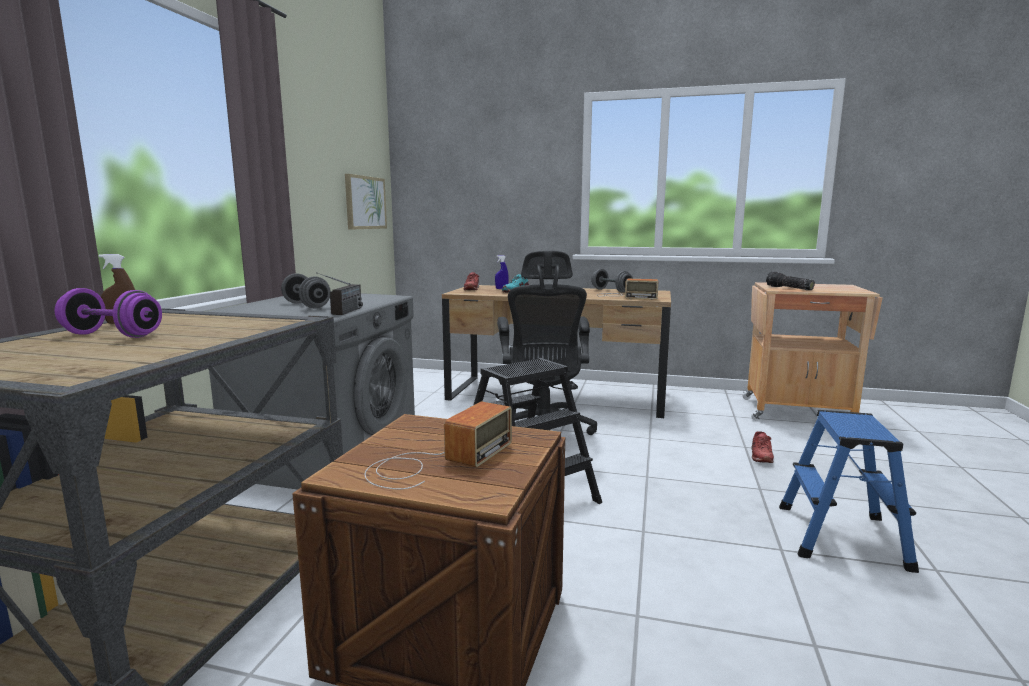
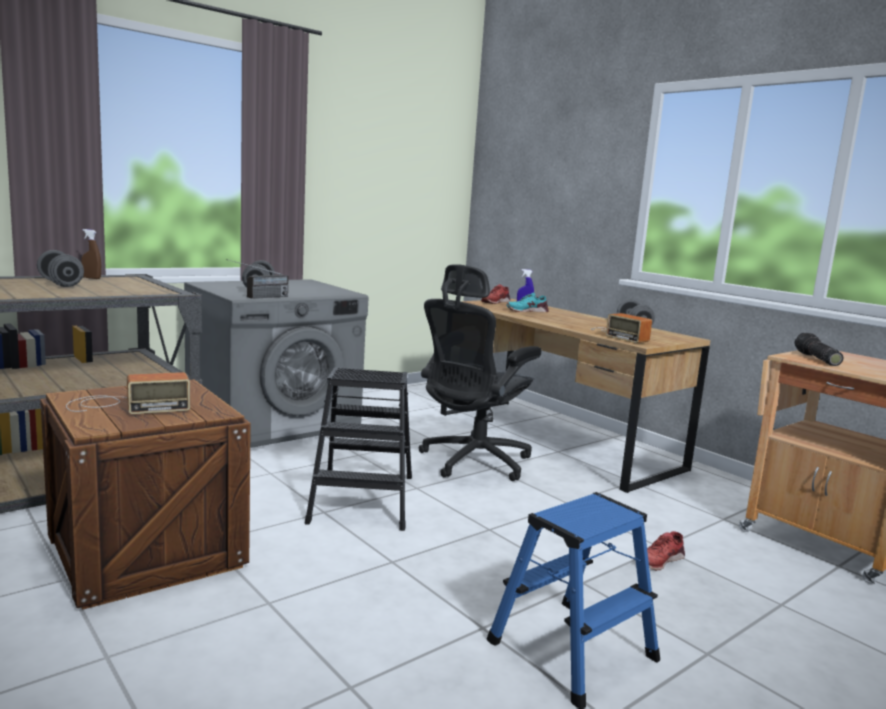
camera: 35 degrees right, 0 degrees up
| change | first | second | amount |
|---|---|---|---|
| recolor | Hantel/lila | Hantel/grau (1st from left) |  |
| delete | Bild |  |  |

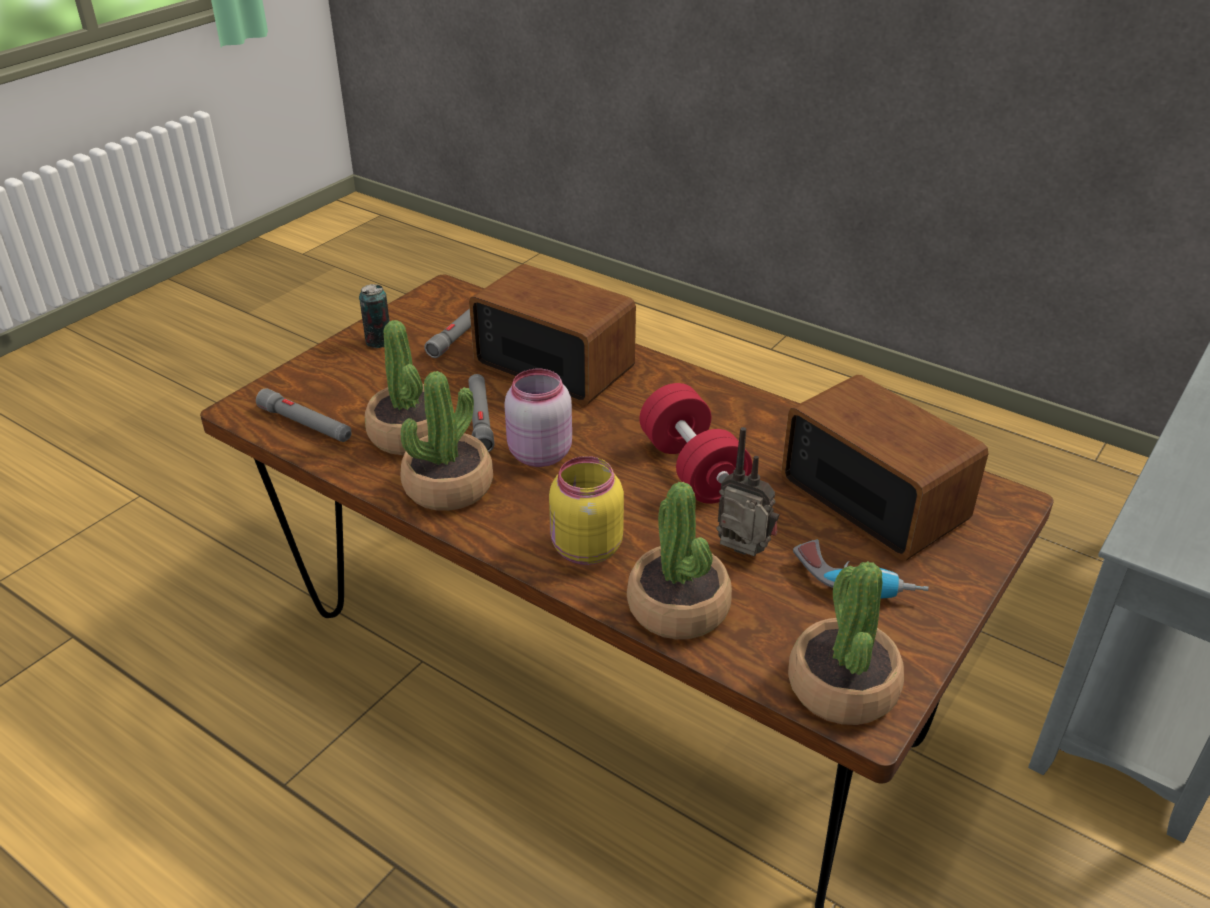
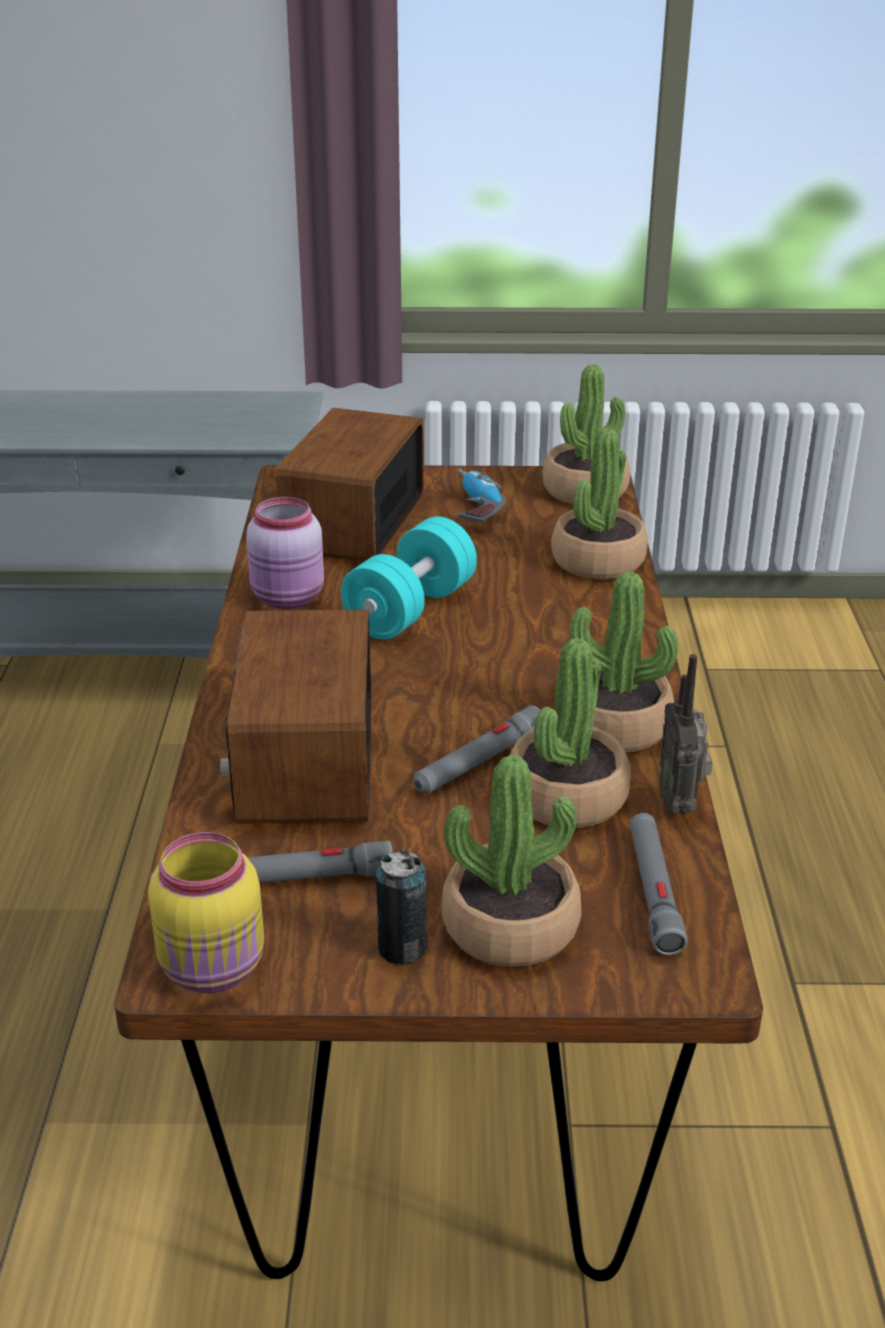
camera: 125 degrees left, 5 degrees down
| change | first | second | amount |
|---|---|---|---|
| move | Vorratsglas/gelb |  |  |
| move | Vorratsglas/rosa |  |  |
| recolor | Hantel/rot | Hantel/türkis |  |
| insert |  | Topfpflanze (1st from left) |  |
| move | Radio (2nd from left in the first image) | Radio (3rd from left) |  |

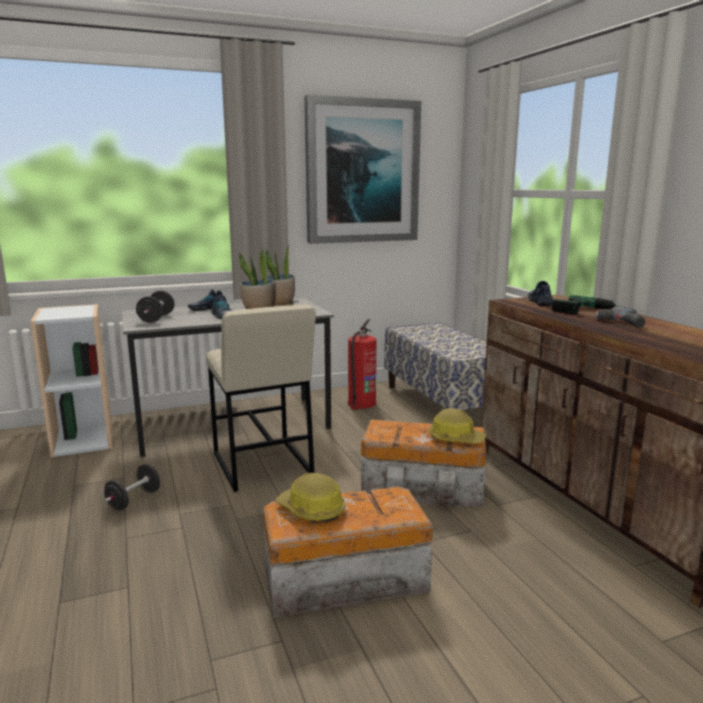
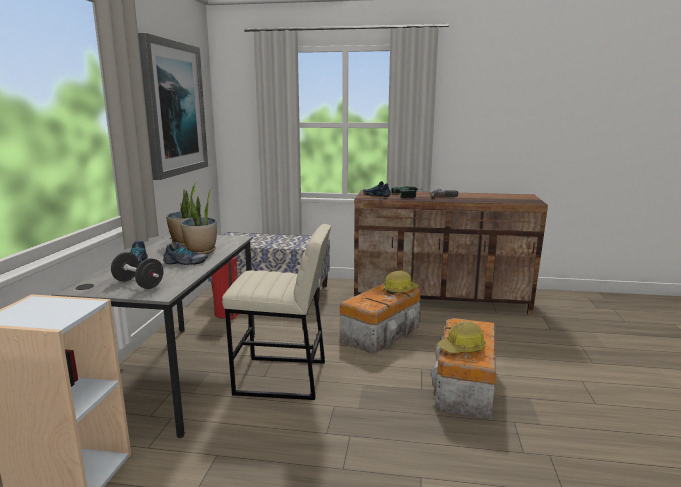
camera: 60 degrees left, 0 degrees up
| change | first | second | amount |
|---|---|---|---|
| delete | Hantel/schwarz (1st from left) |  |  |

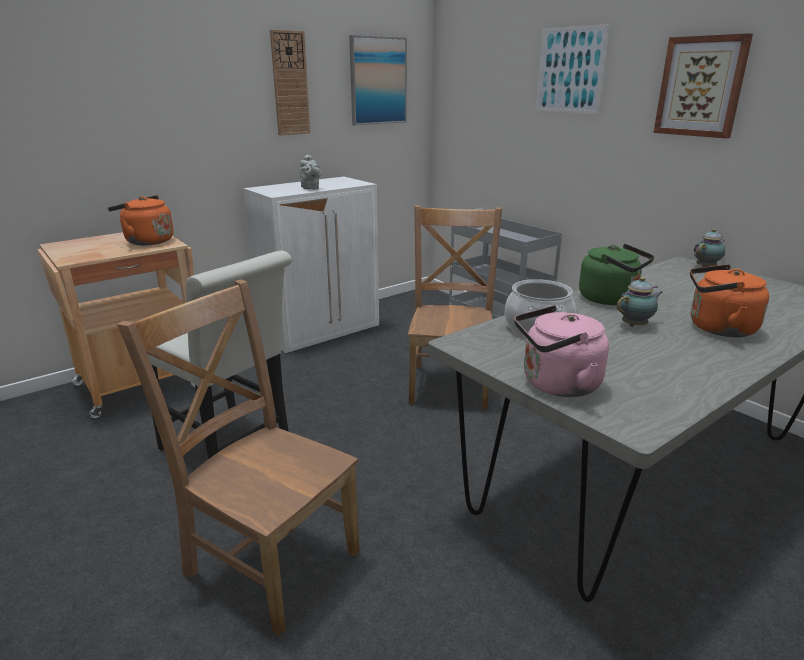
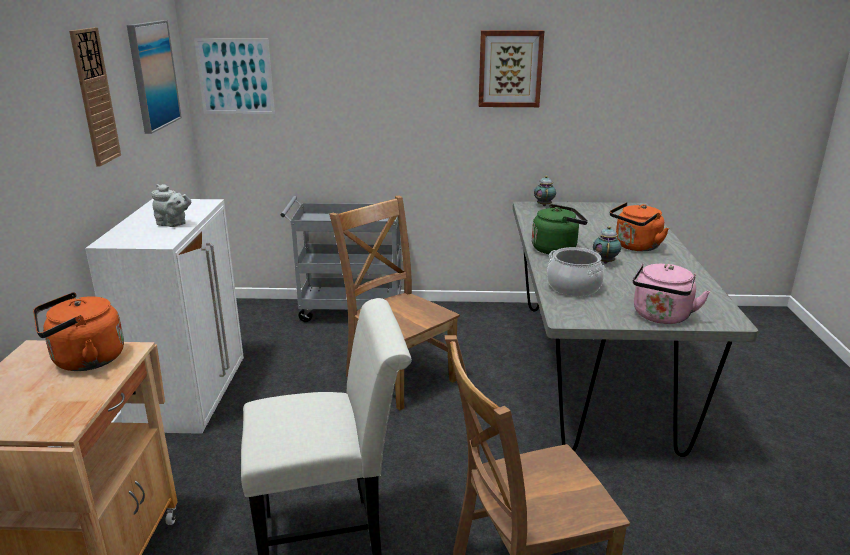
camera: 50 degrees left, 0 degrees up
| change | first | second | amount |
|---|---|---|---|
| move | Bild (2nd from left) |  |  |

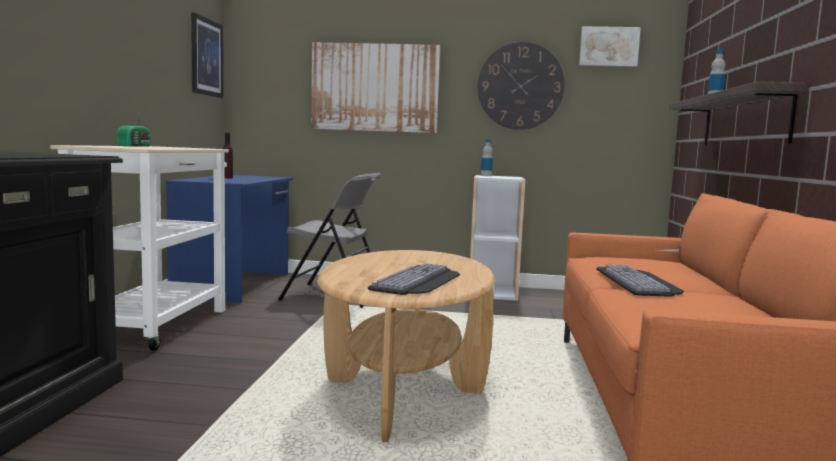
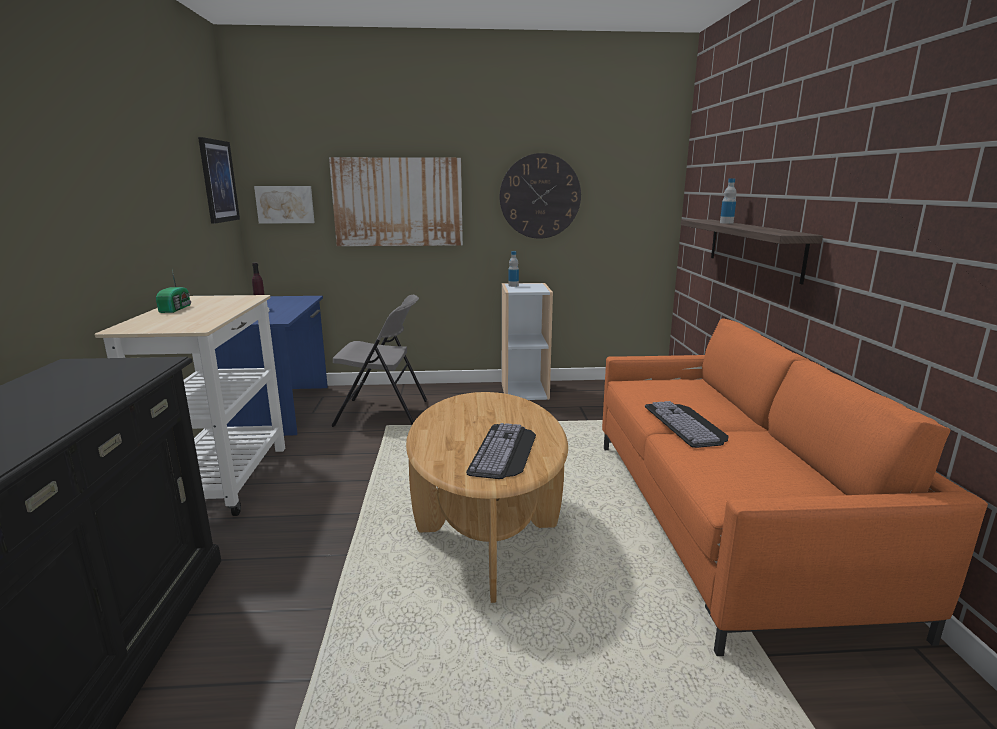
camera: 10 degrees left, 10 degrees up
| change | first | second | amount |
|---|---|---|---|
| move | Bild (3rd from left in the first image) | Bild (2nd from left) |  |

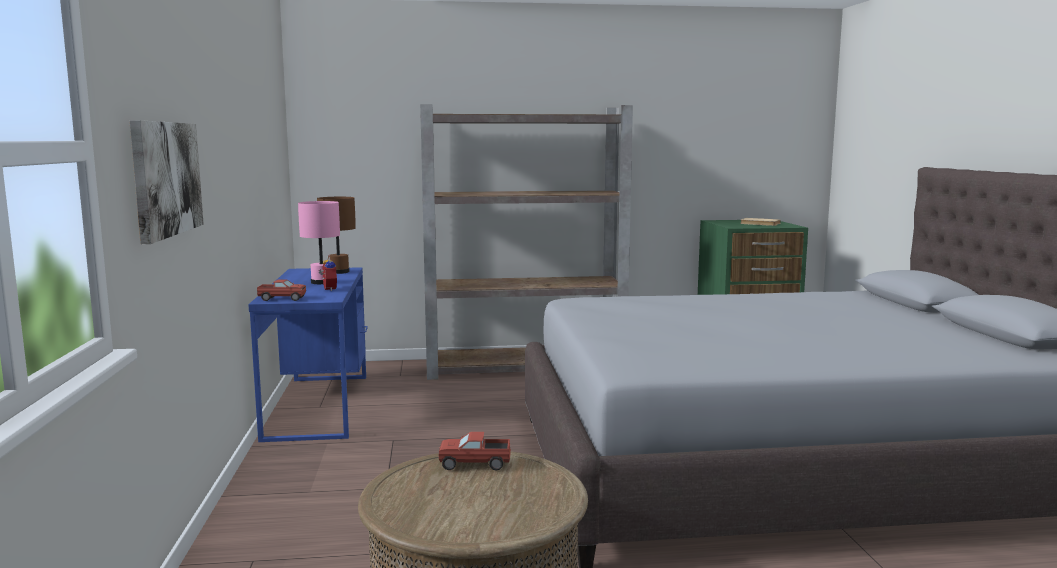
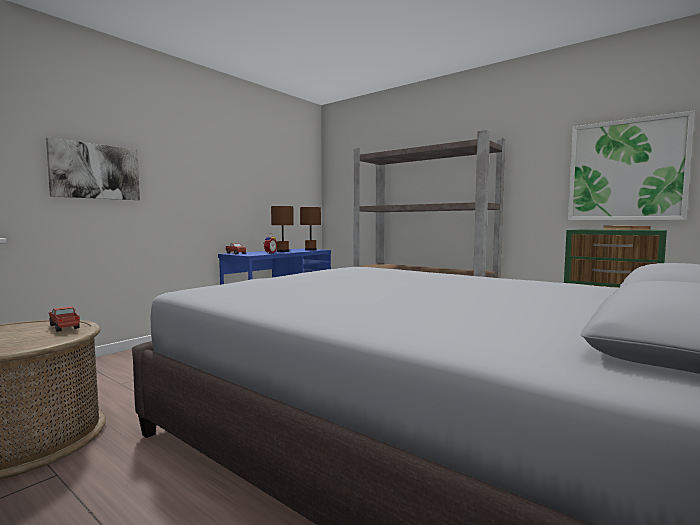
camera: 45 degrees right, 5 degrees down
| change | first | second | amount |
|---|---|---|---|
| recolor | Tischlampe/rosa | Tischlampe/braun (1st from left) |  |
| insert |  | Bild (2nd from left) |  |

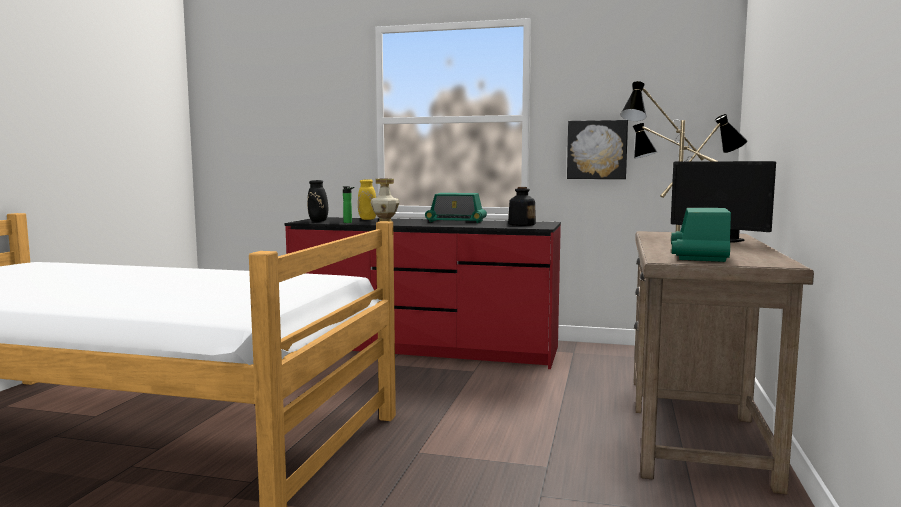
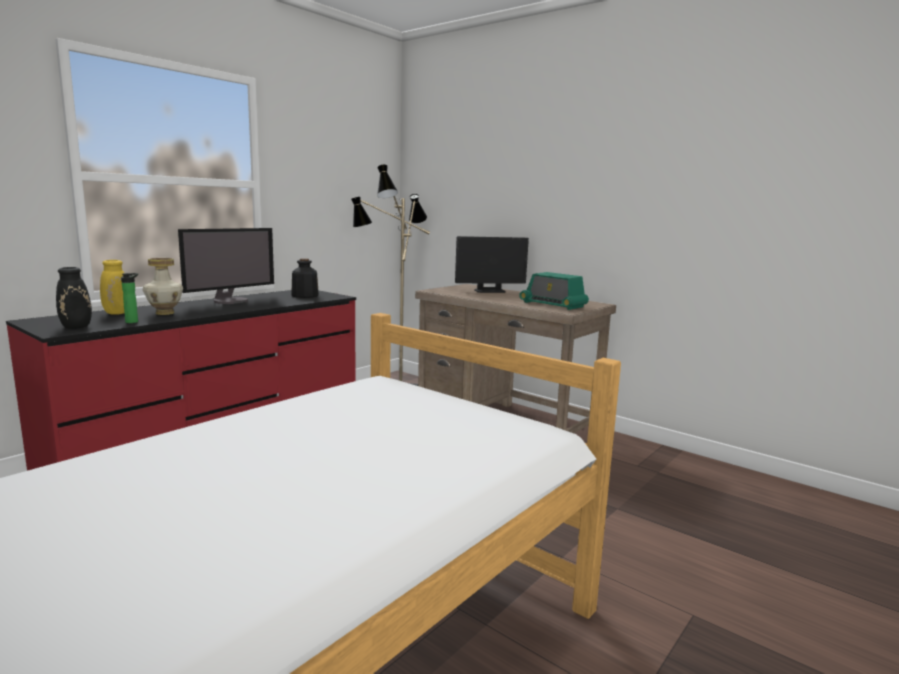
camera: 65 degrees left, 5 degrees up
| change | first | second | amount |
|---|---|---|---|
| replace | Radio (1st from left) | Monitor (1st from left) |  |
| delete | Bild |  |  |

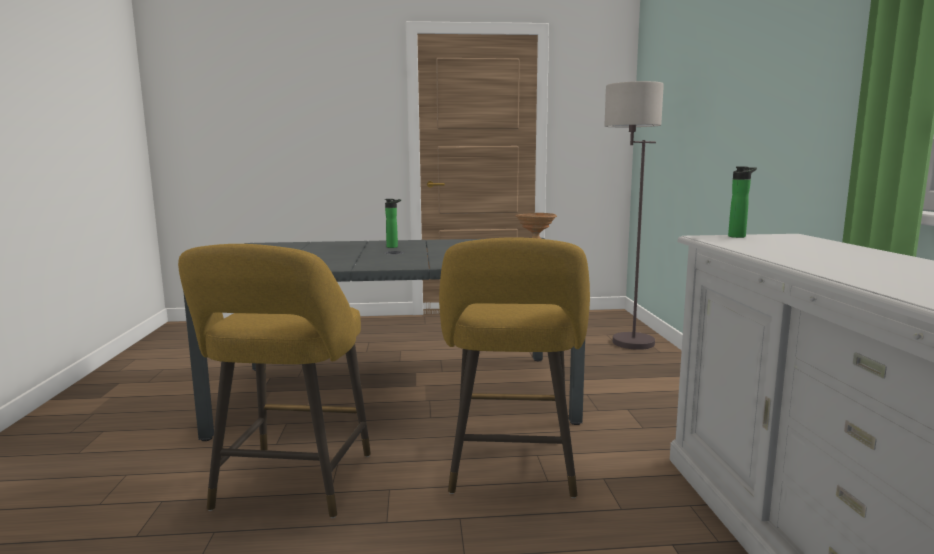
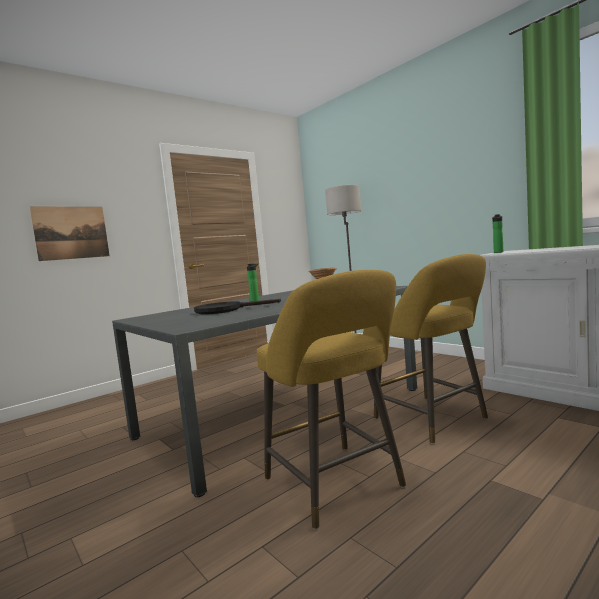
camera: 35 degrees left, 5 degrees down
| change | first | second | amount |
|---|---|---|---|
| insert |  | Bild |  |
| insert |  | Pfanne/schwarz |  |

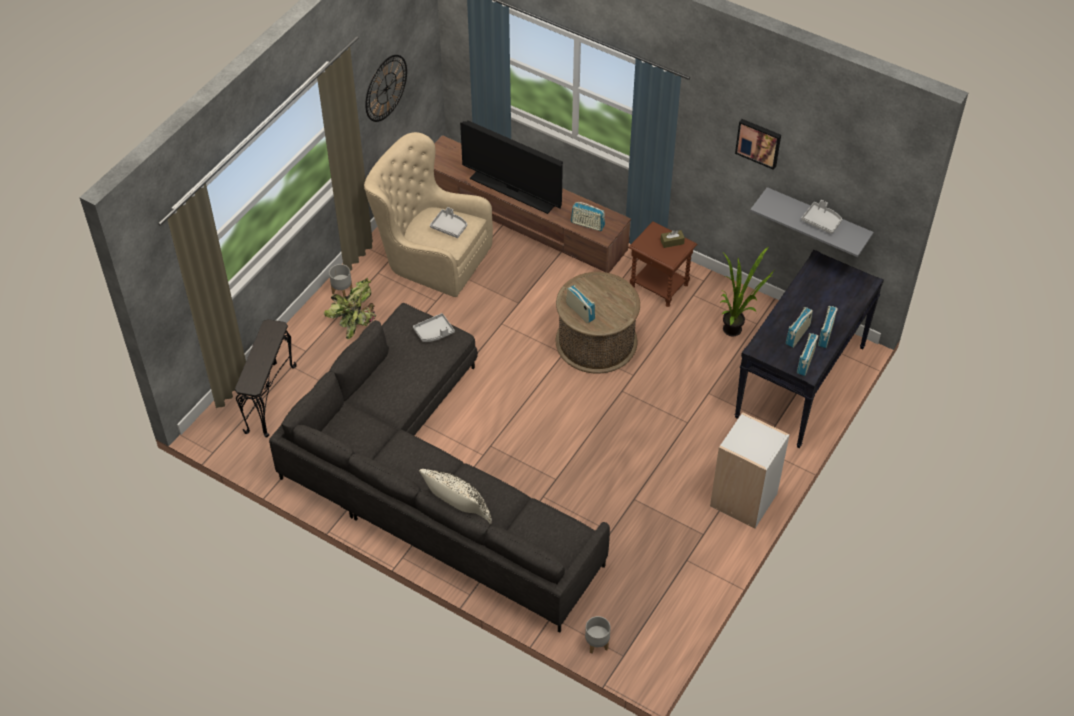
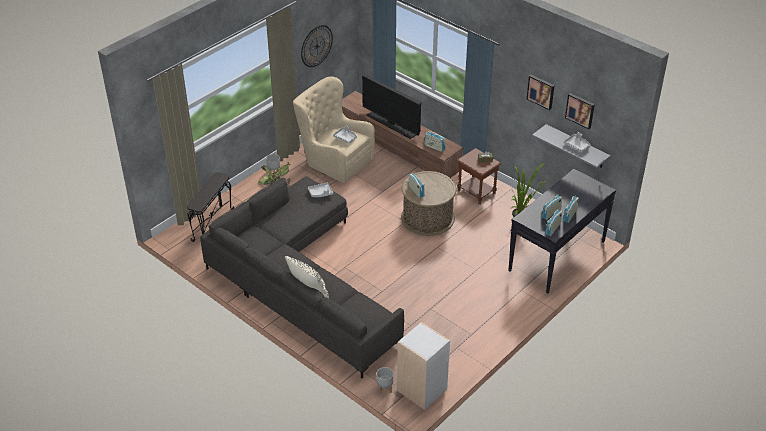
camera: 10 degrees right, 10 degrees down
| change | first | second | amount |
|---|---|---|---|
| move | Bücherregal |  |  |
| insert |  | Bild (2nd from left) |  |

